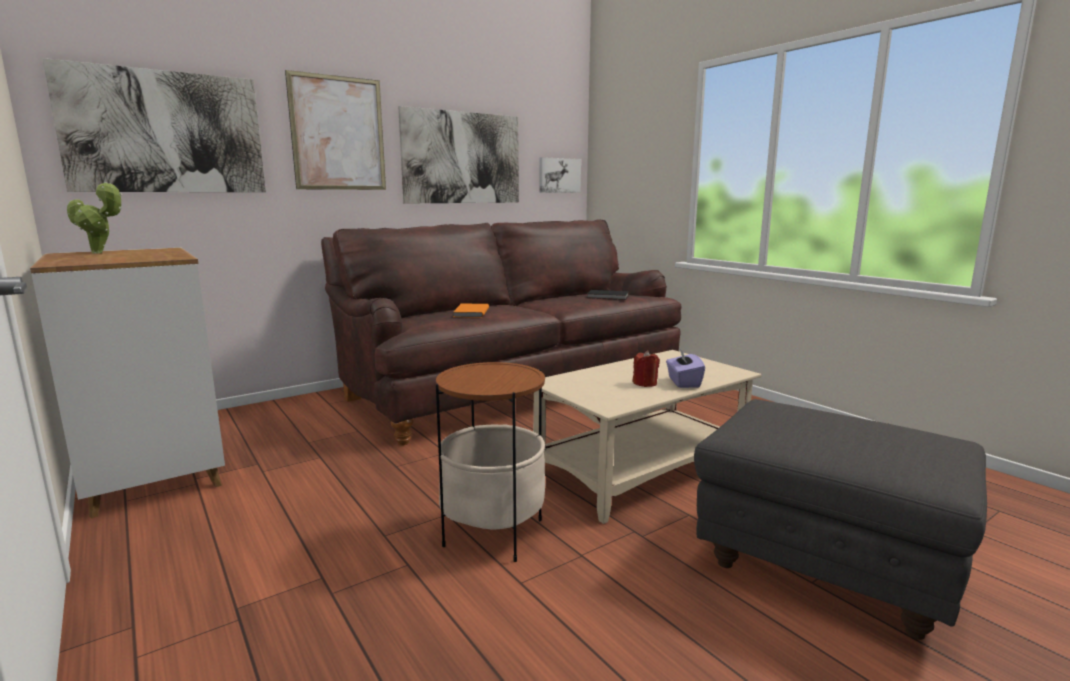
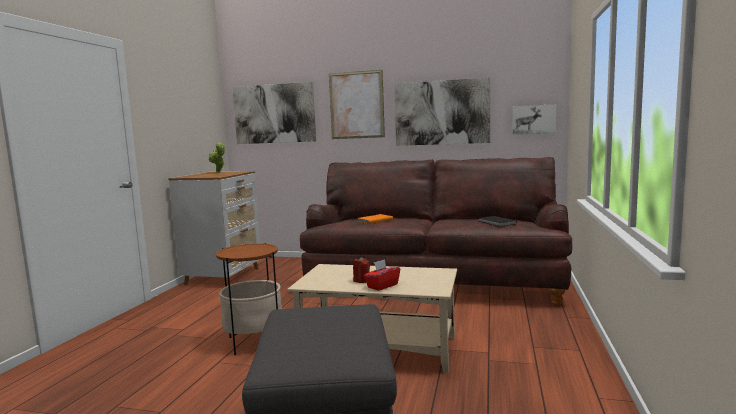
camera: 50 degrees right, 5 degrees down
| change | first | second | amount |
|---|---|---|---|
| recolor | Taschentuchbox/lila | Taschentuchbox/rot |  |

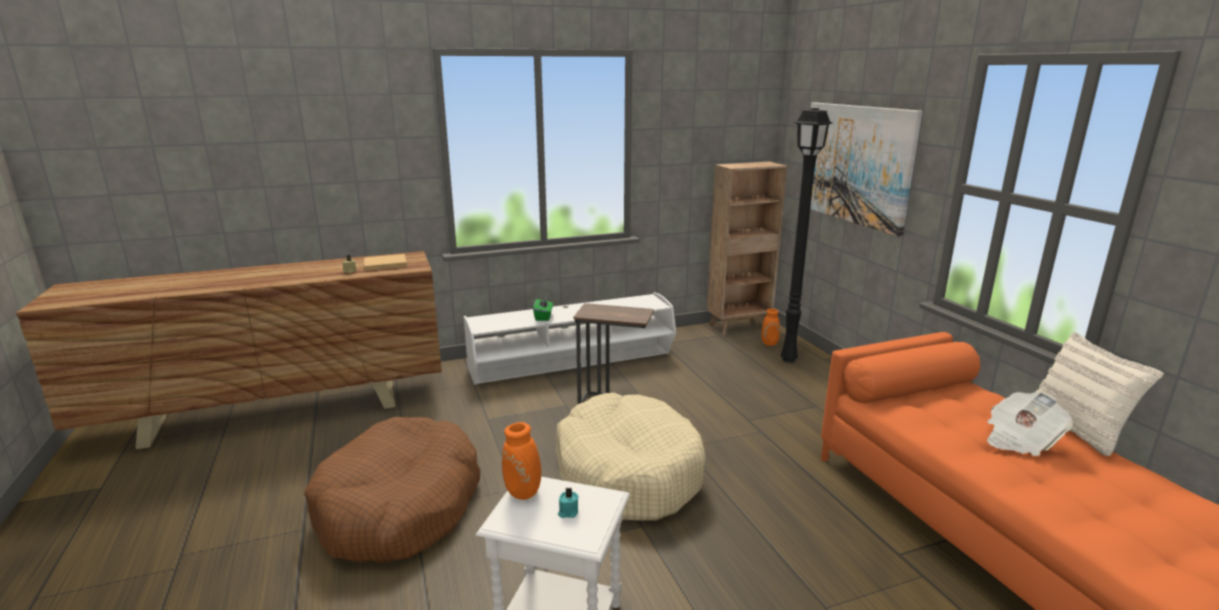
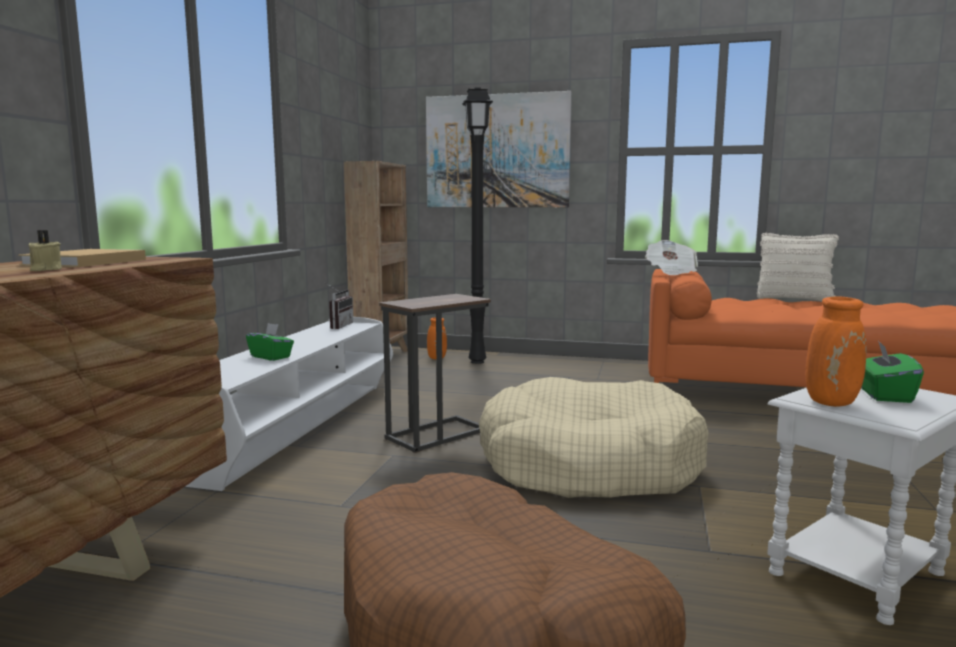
camera: 55 degrees left, 10 degrees down
| change | first | second | amount |
|---|---|---|---|
| insert |  | Radio |  |
| move | Zeitung |  |  |
| replace | Kerze/türkis | Taschentuchbox/grün (2nd from left) |  |

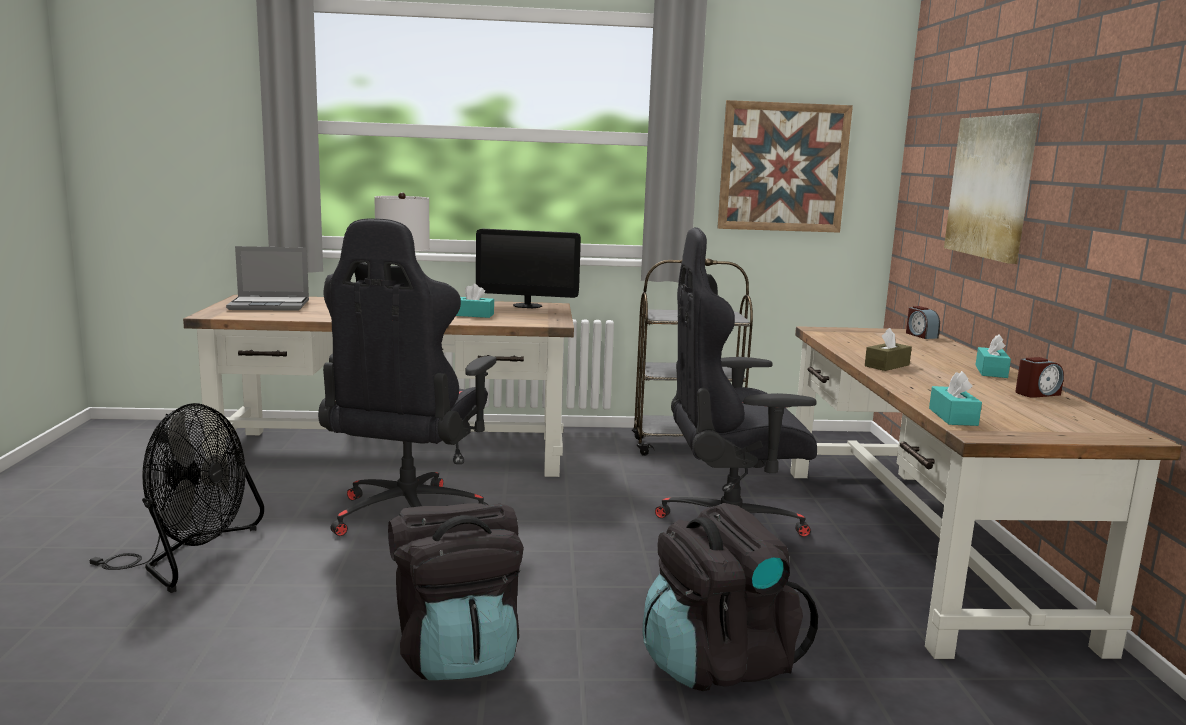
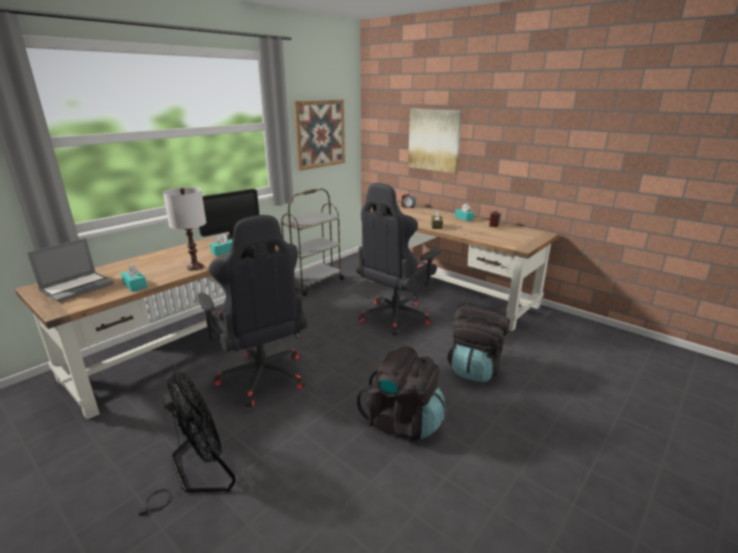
camera: 45 degrees left, 10 degrees up
| change | first | second | amount |
|---|---|---|---|
| move | Taschentuchbox/türkis (2nd from left in the first image) | Taschentuchbox/türkis (1st from left) |  |

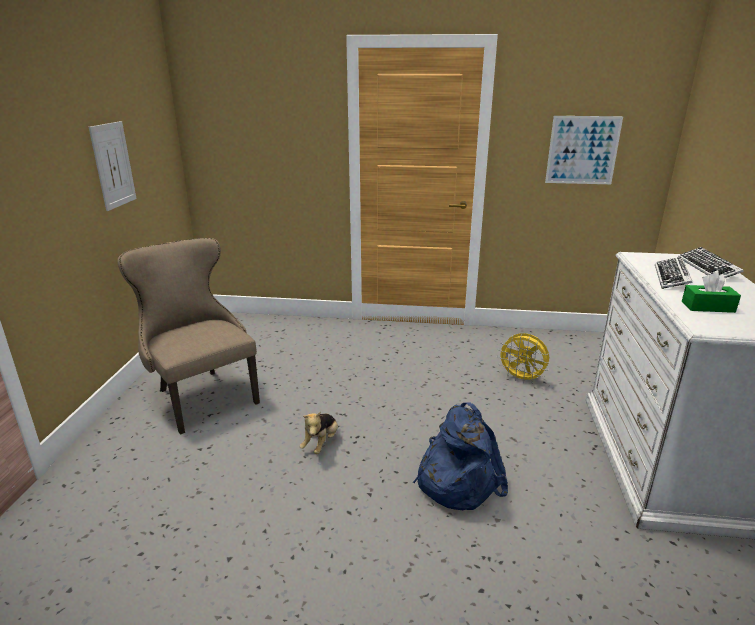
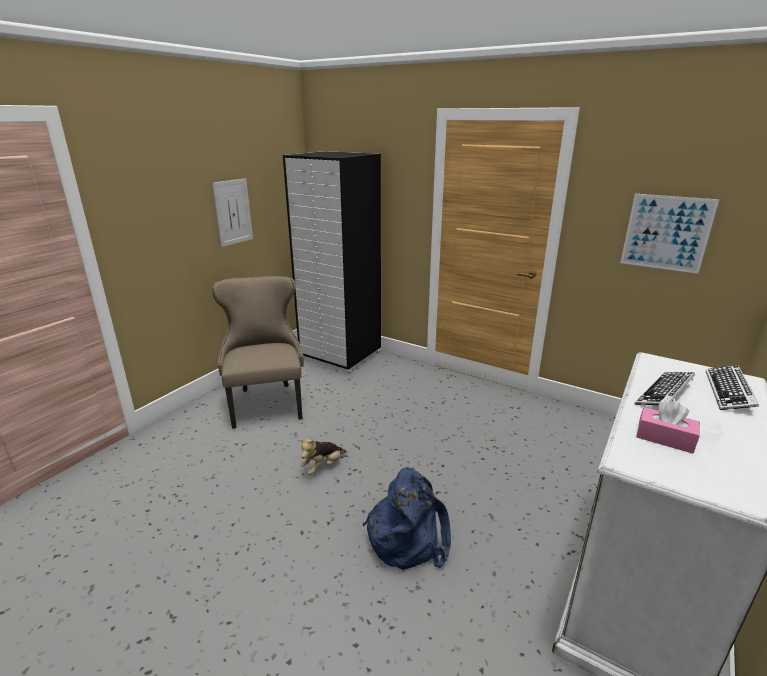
camera: 25 degrees right, 0 degrees up
| change | first | second | amount |
|---|---|---|---|
| insert |  | Kleiderschrank |  |
| recolor | Taschentuchbox/grün | Taschentuchbox/rosa |  |
| delete | Ventilator/gelb |  |  |

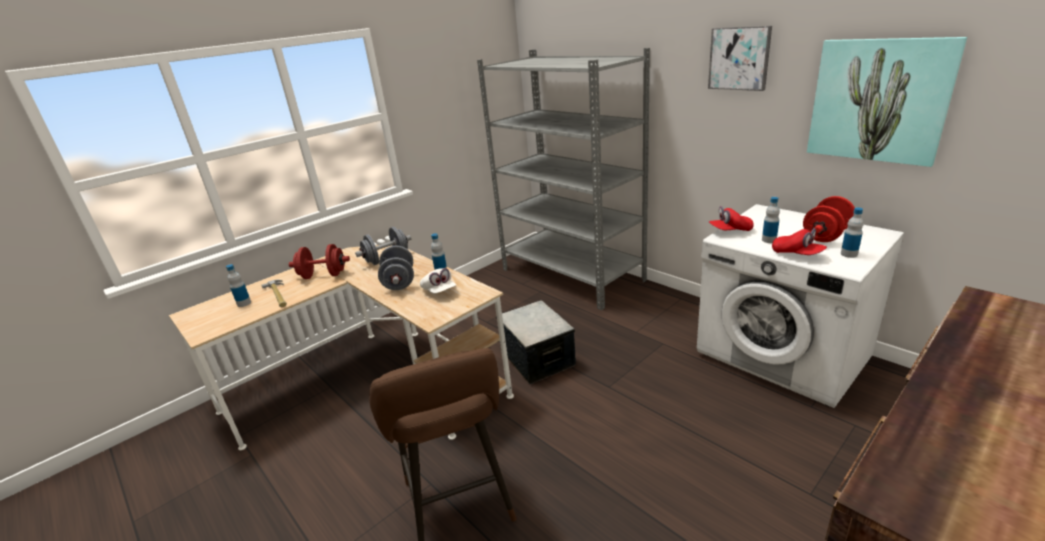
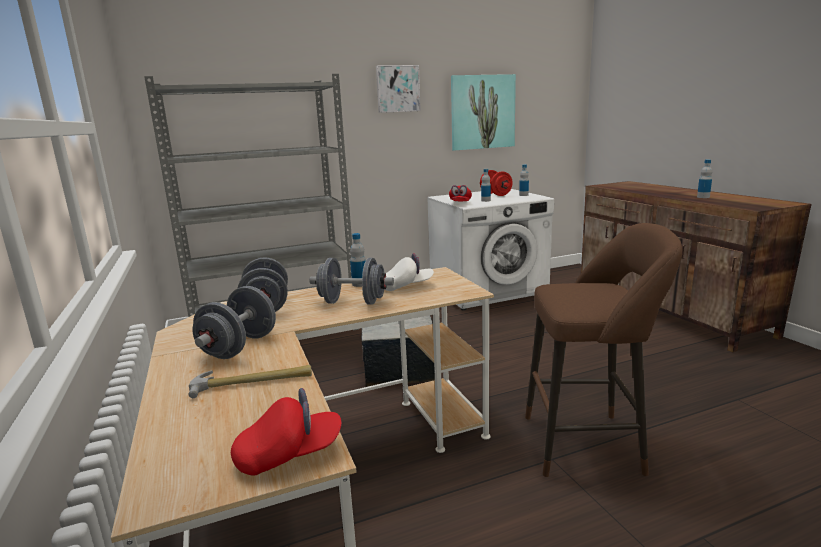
camera: 70 degrees left, 10 degrees down
| change | first | second | amount |
|---|---|---|---|
| recolor | Hantel/rot (1st from left) | Hantel/grau (1st from left) |  |
| move | Kappe/rot (2nd from left in the first image) | Kappe/rot (1st from left) |  |
| move | Flasche (1st from left in the first image) | Flasche (4th from left) |  |

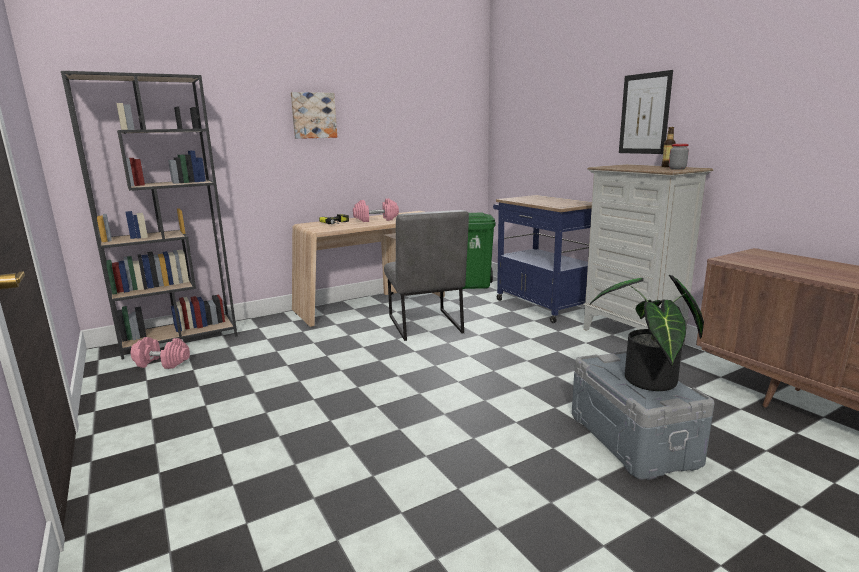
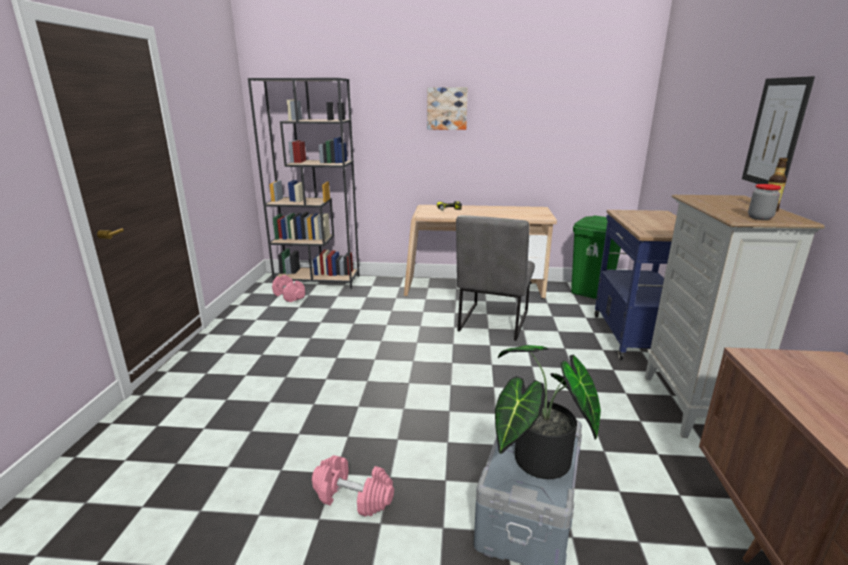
camera: 35 degrees right, 5 degrees up
| change | first | second | amount |
|---|---|---|---|
| move | Hantel/rosa (2nd from left) |  |  |

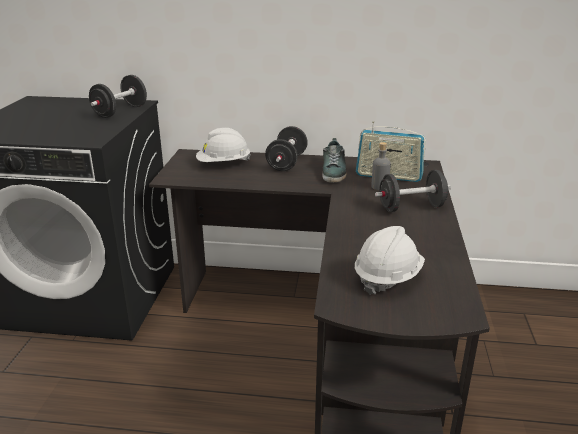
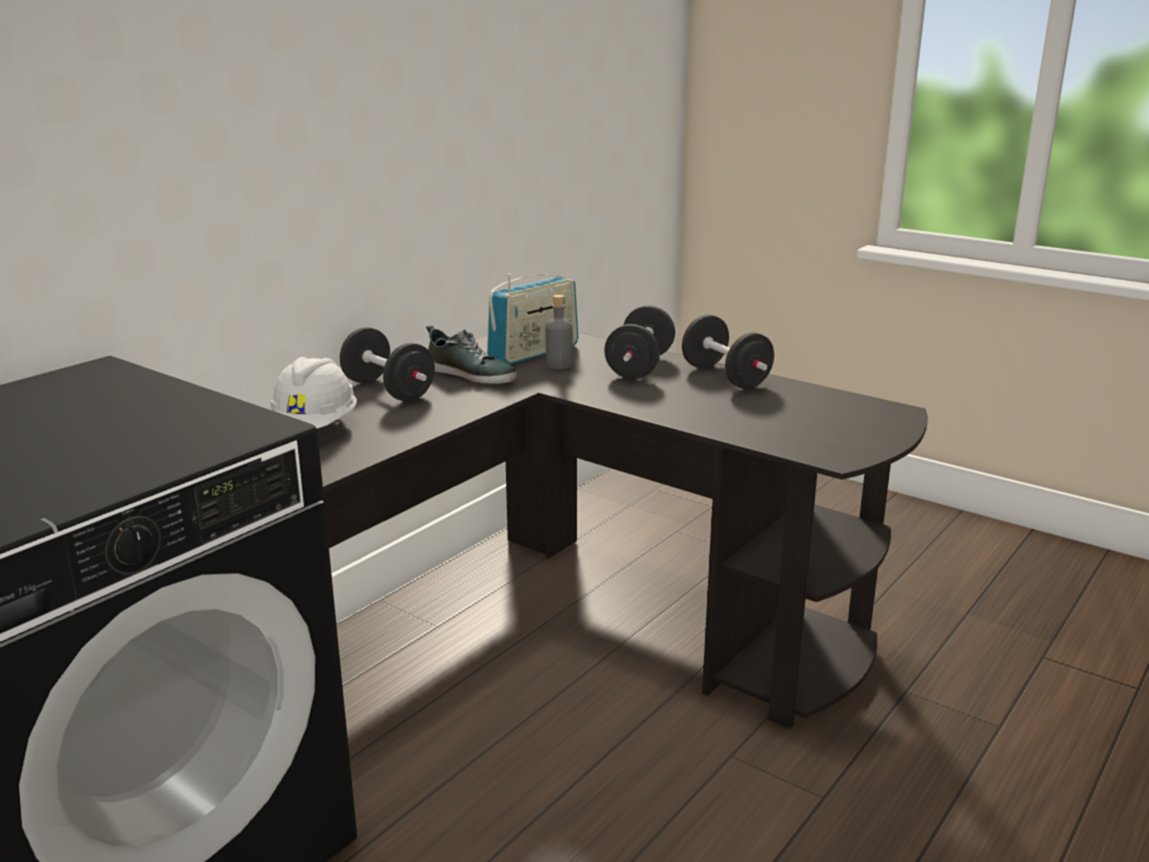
camera: 60 degrees left, 5 degrees down
| change | first | second | amount |
|---|---|---|---|
| move | Hantel/schwarz (1st from left in the first image) | Hantel/schwarz (3rd from left) |  |
| delete | Schutzhelm/weiß (2nd from left) |  |  |

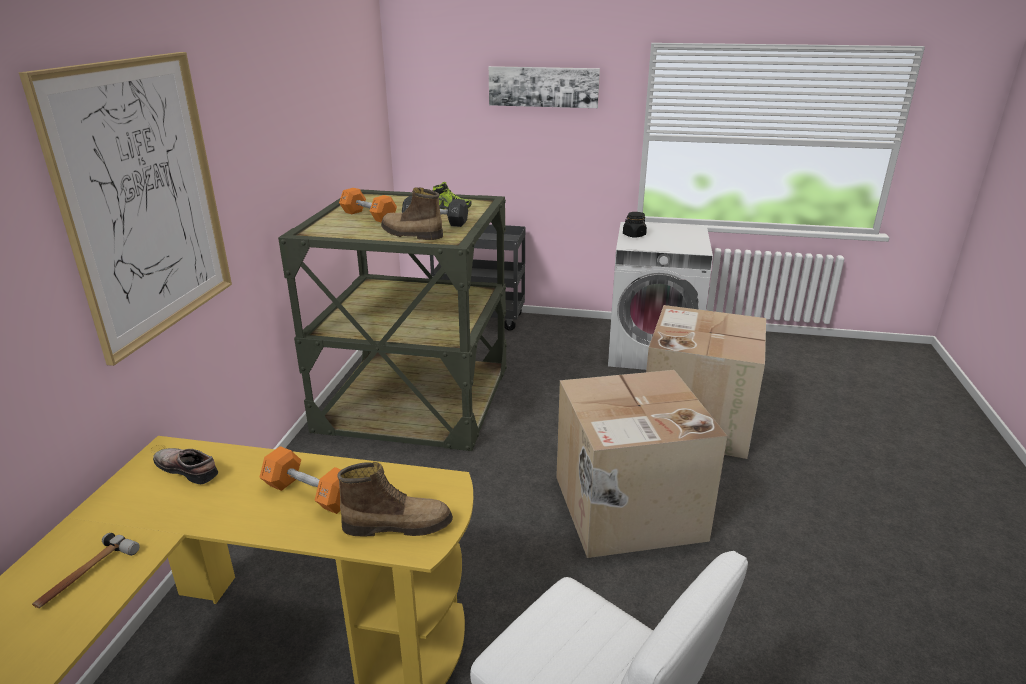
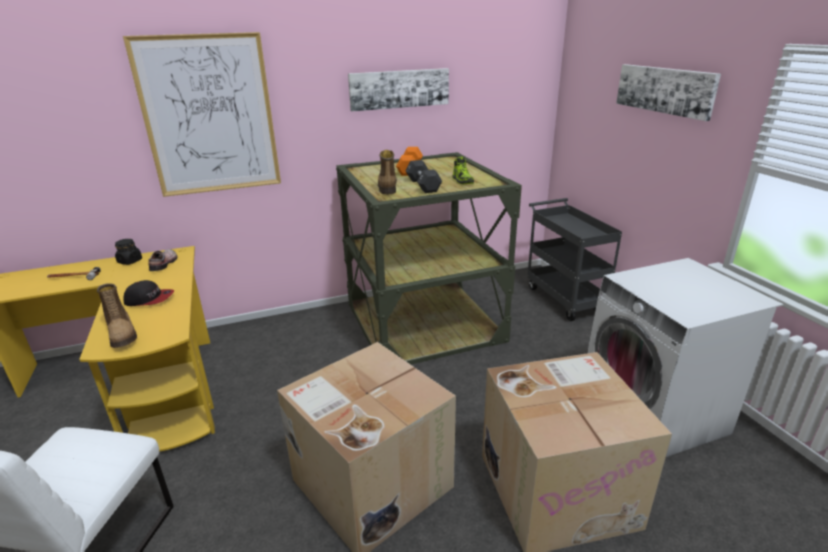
camera: 60 degrees right, 0 degrees up
| change | first | second | amount |
|---|---|---|---|
| move | Vorratsglas/schwarz |  |  |
| replace | Hantel/orange (1st from left) | Kappe |  |
| insert |  | Bild (2nd from left) |  |

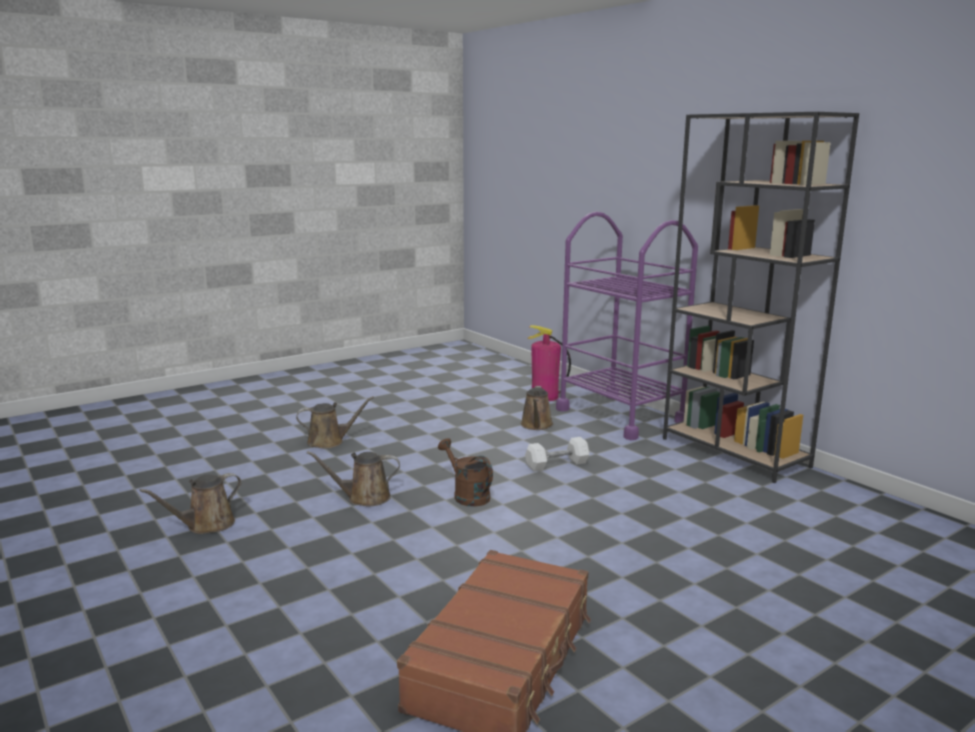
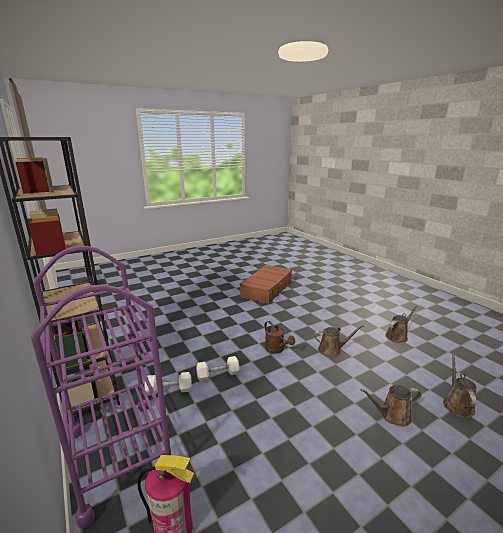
camera: 175 degrees left, 5 degrees up
| change | first | second | amount |
|---|---|---|---|
| insert |  | Hantel/weiß (1st from left) |  |
| move | Gießkanne/braun (5th from left) |  |  |

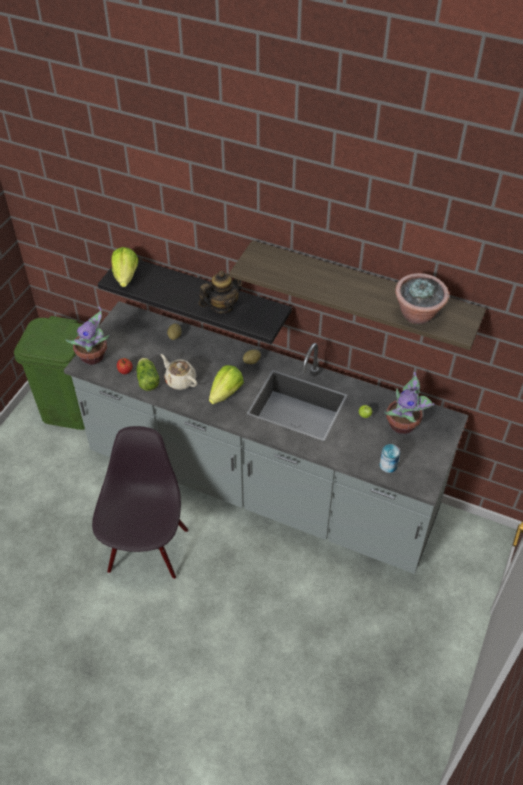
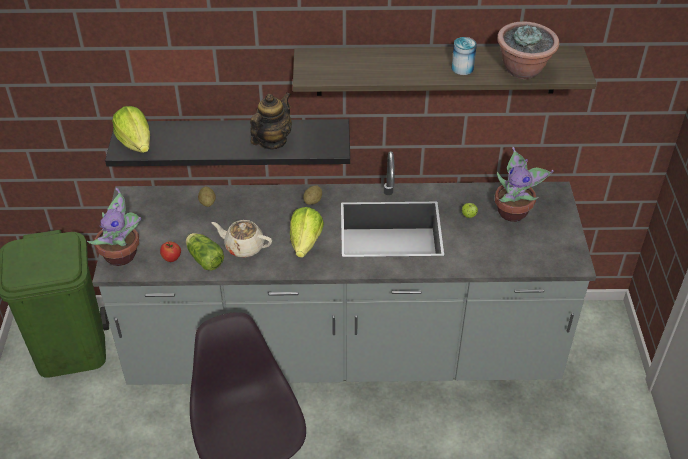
camera: 25 degrees left, 5 degrees down
| change | first | second | amount |
|---|---|---|---|
| move | Dose |  |  |

